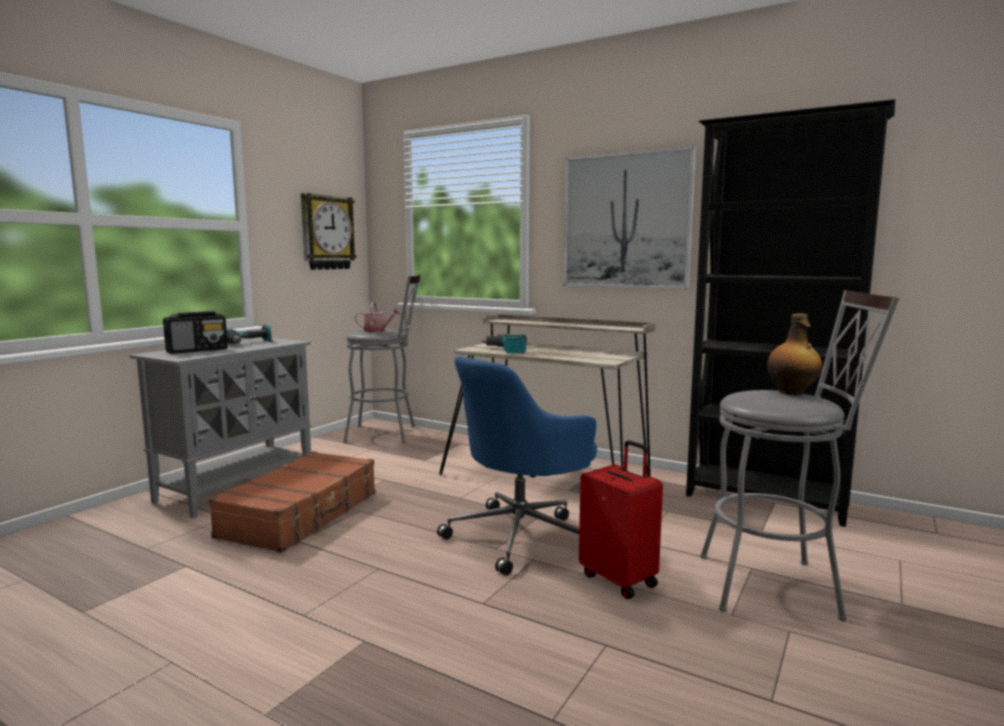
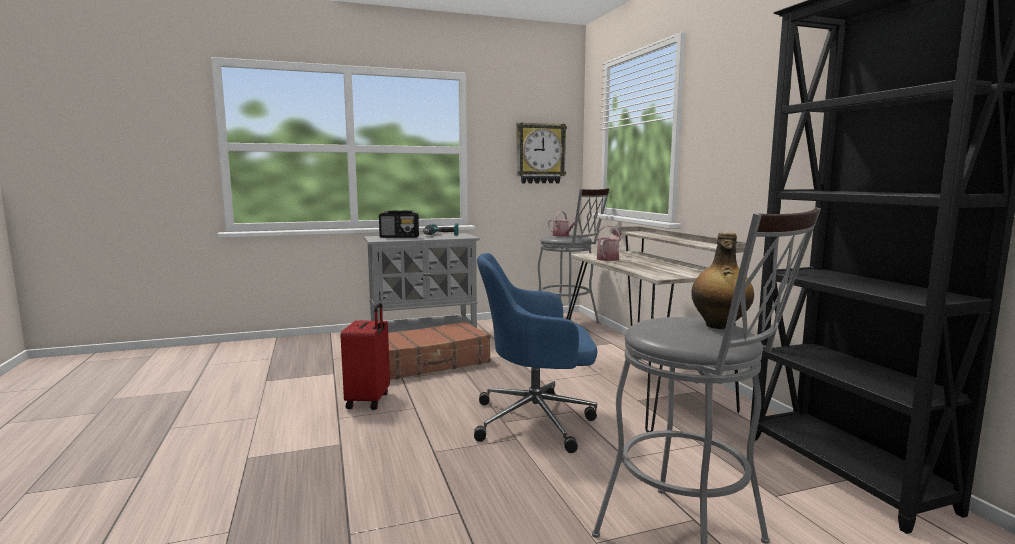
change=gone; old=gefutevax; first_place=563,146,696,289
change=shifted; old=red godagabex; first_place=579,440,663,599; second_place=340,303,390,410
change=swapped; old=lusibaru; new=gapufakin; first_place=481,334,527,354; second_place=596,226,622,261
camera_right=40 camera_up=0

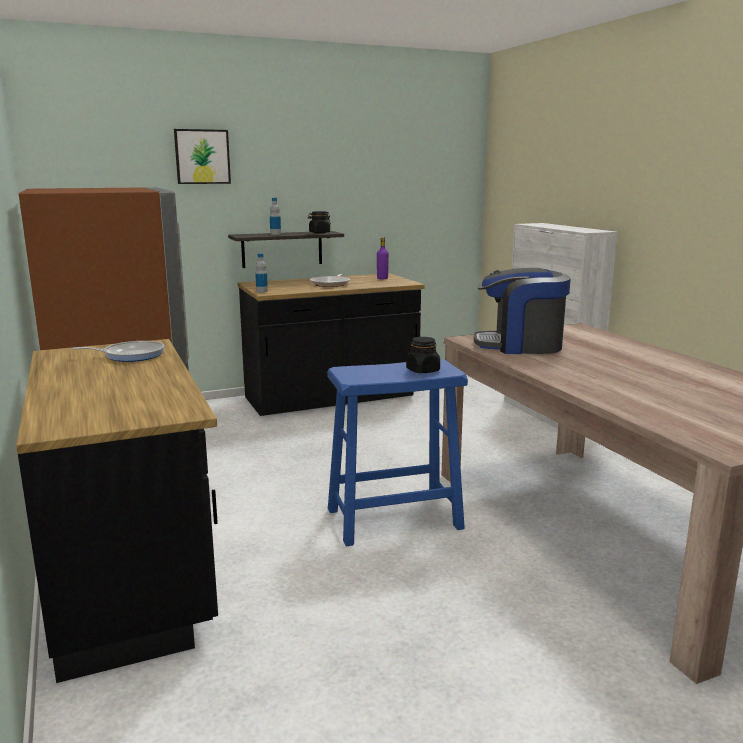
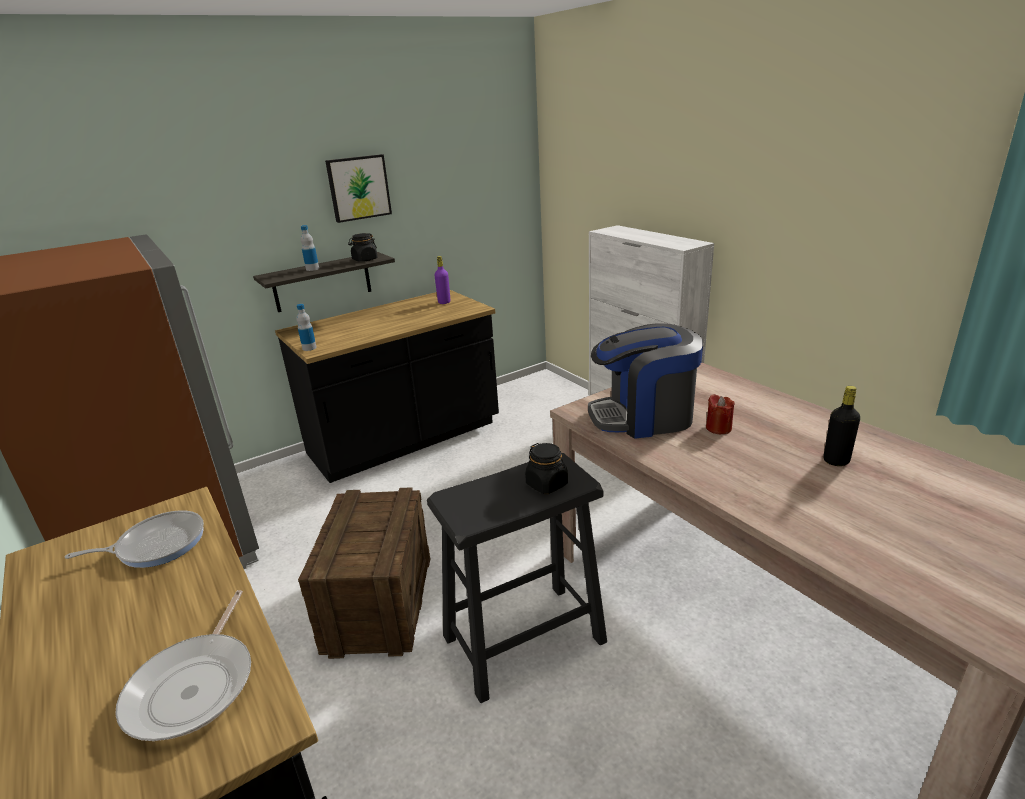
change=new; new=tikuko; second_place=298,487,431,659
change=new; new=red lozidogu; second_place=706,394,735,434
change=new; new=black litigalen; second_place=824,386,860,466
change=shifted; old=gefutevax; first_place=174,129,231,184; second_place=325,154,392,223
change=shifted; old=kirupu; first_place=310,274,350,287; second_place=115,590,251,741
change=repainted; old=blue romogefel; new=black romogefel; first_place=327,359,468,546; second_place=427,453,607,703
camera_right=-10 camera_up=10

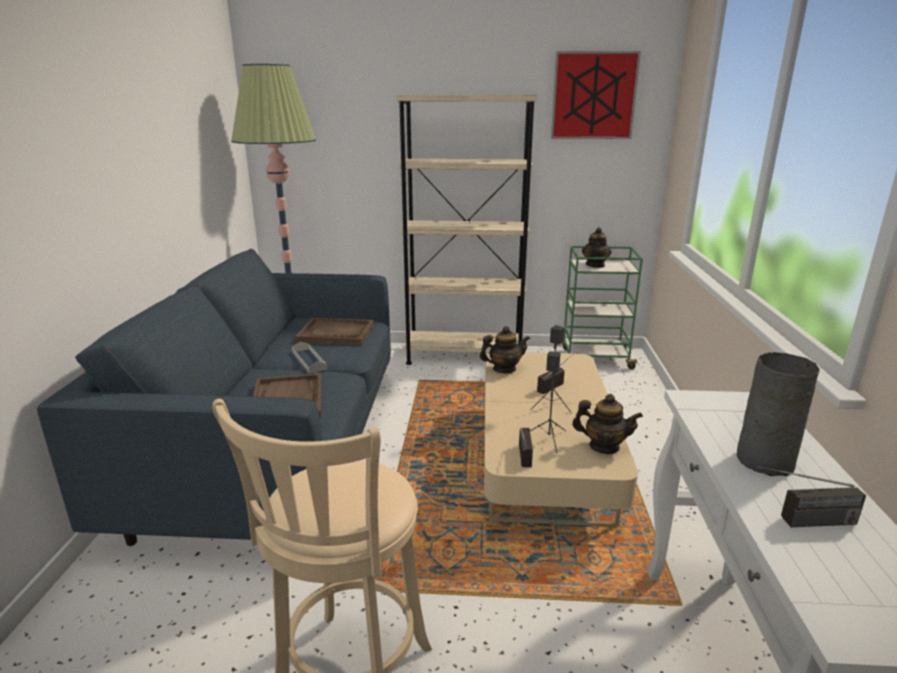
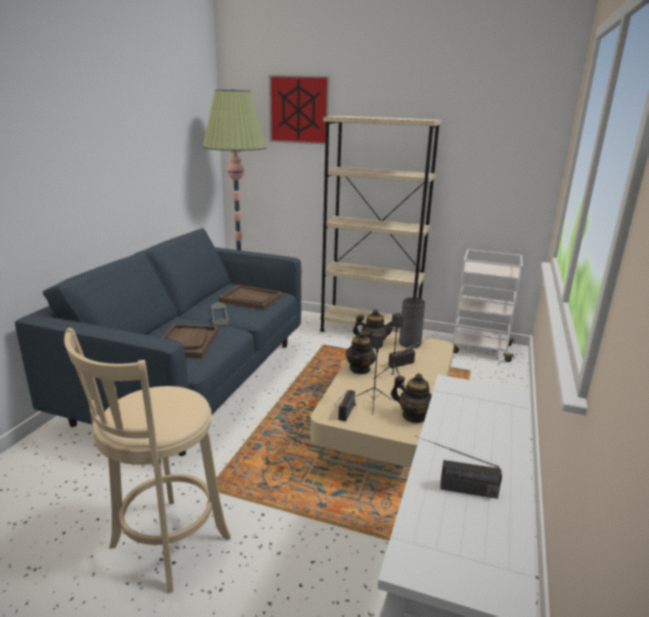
change=shifted; old=gefutevax; first_place=551,51,641,139; second_place=269,75,330,144
change=shifted; old=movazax; first_place=582,227,612,268; second_place=345,331,376,374
change=shifted; old=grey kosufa; first_place=737,352,820,476; second_place=399,297,425,348
change=repainted; old=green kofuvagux; new=white kofuvagux; first_place=562,246,643,369; second_place=453,249,522,362
camera_right=15 camera_up=0

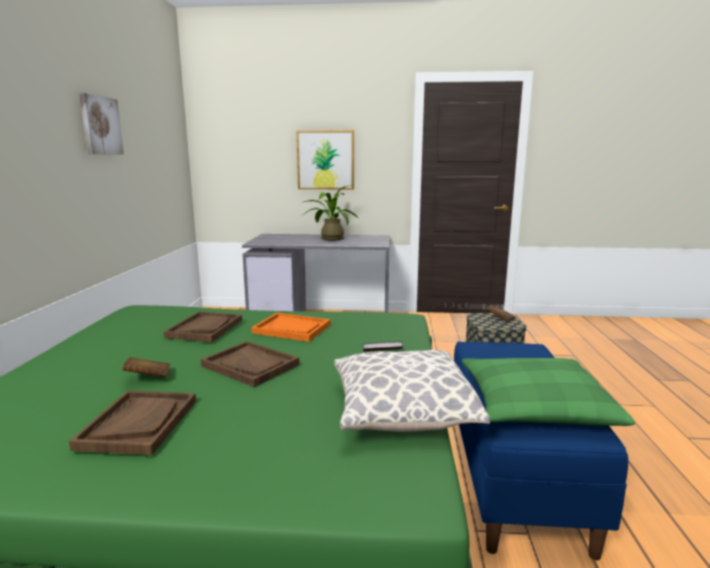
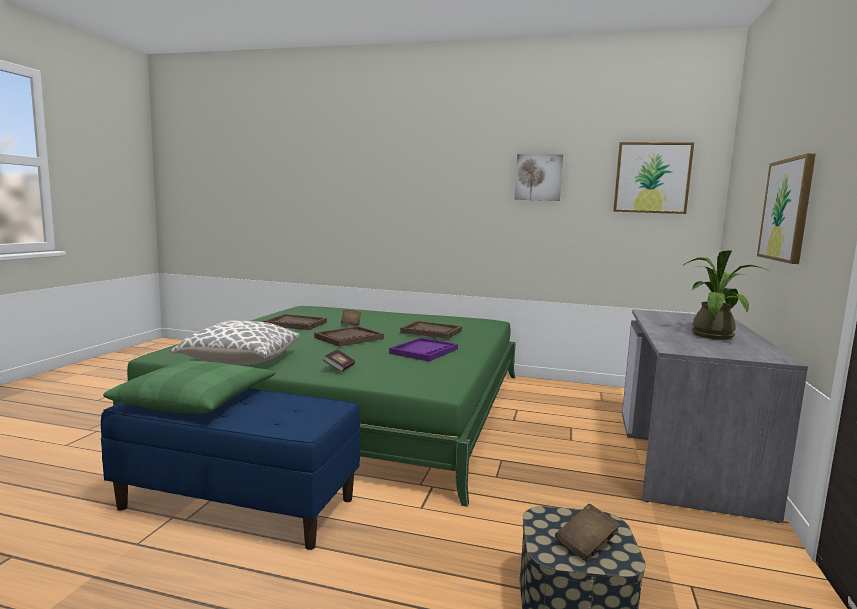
change=new; new=gefutevax; second_place=613,142,694,214
change=repainted; old=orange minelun; new=purple minelun; first_place=252,313,330,342; second_place=389,337,458,362
camera_right=100 camera_up=-5

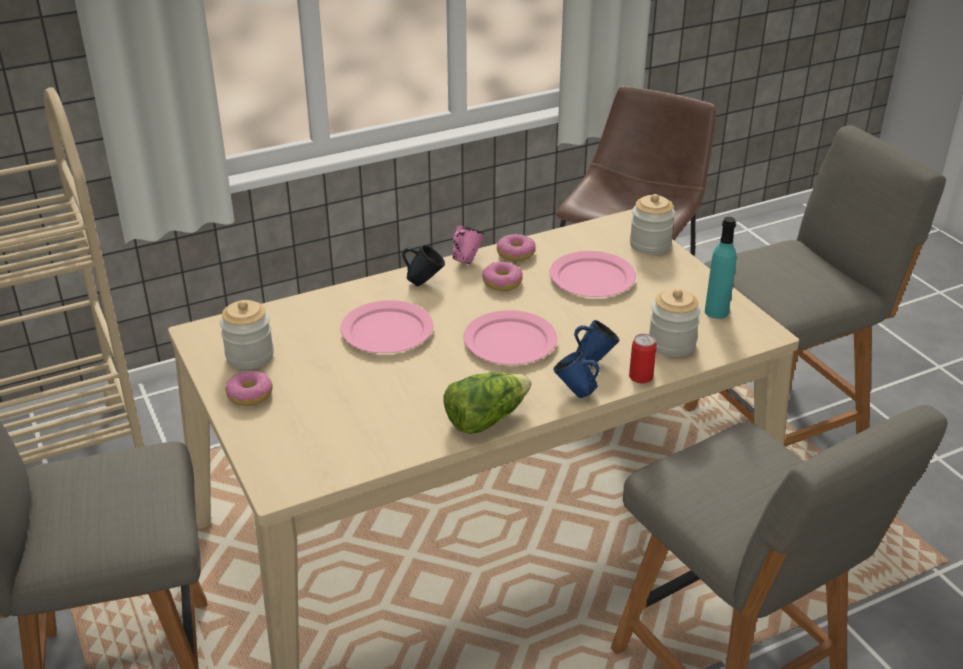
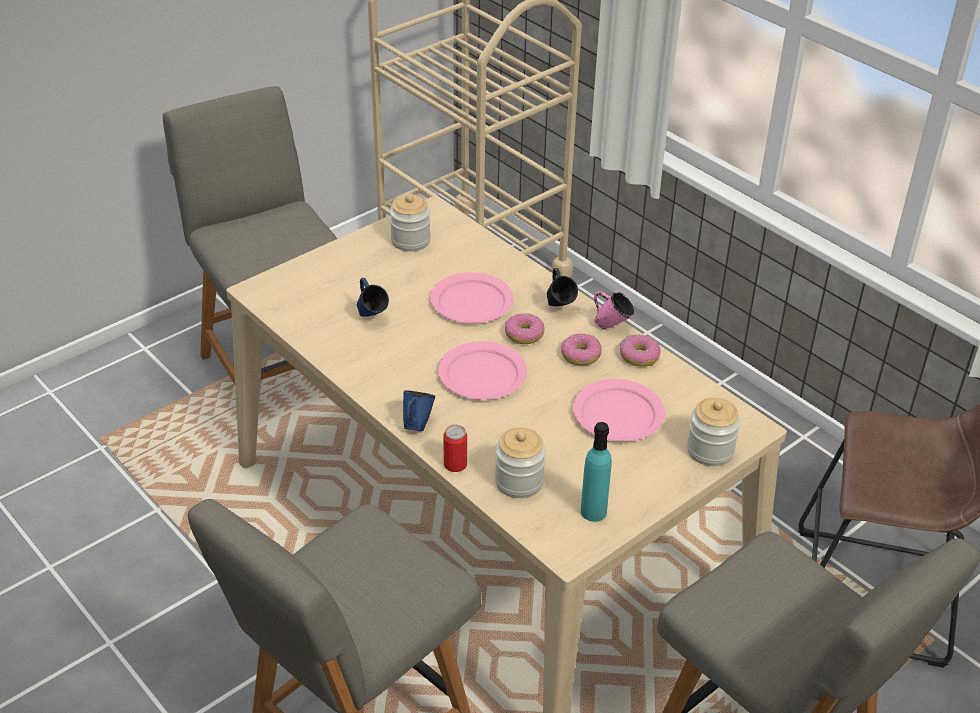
change=gone; old=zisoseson; first_place=443,372,531,434
change=shifted; old=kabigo; first_place=225,371,272,406; second_place=505,313,545,344
change=shifted; old=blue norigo; first_place=574,320,620,366; second_place=357,278,389,317
camera_right=75 camera_up=5

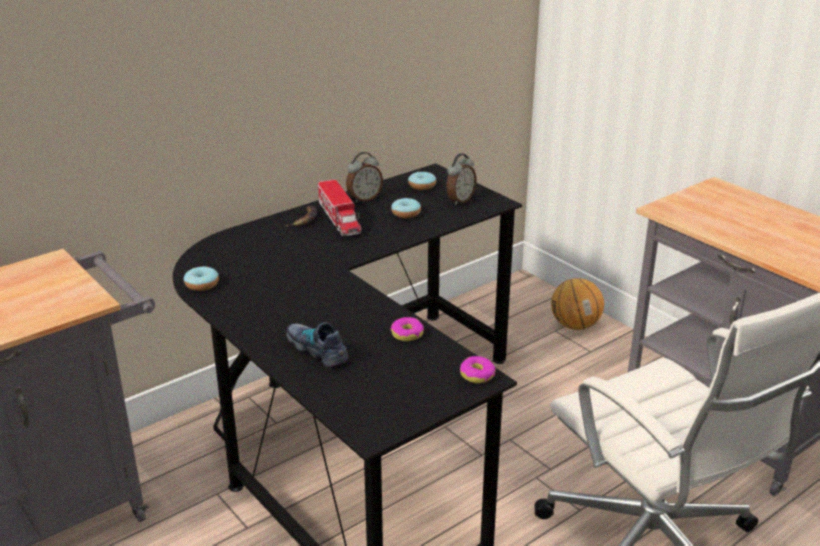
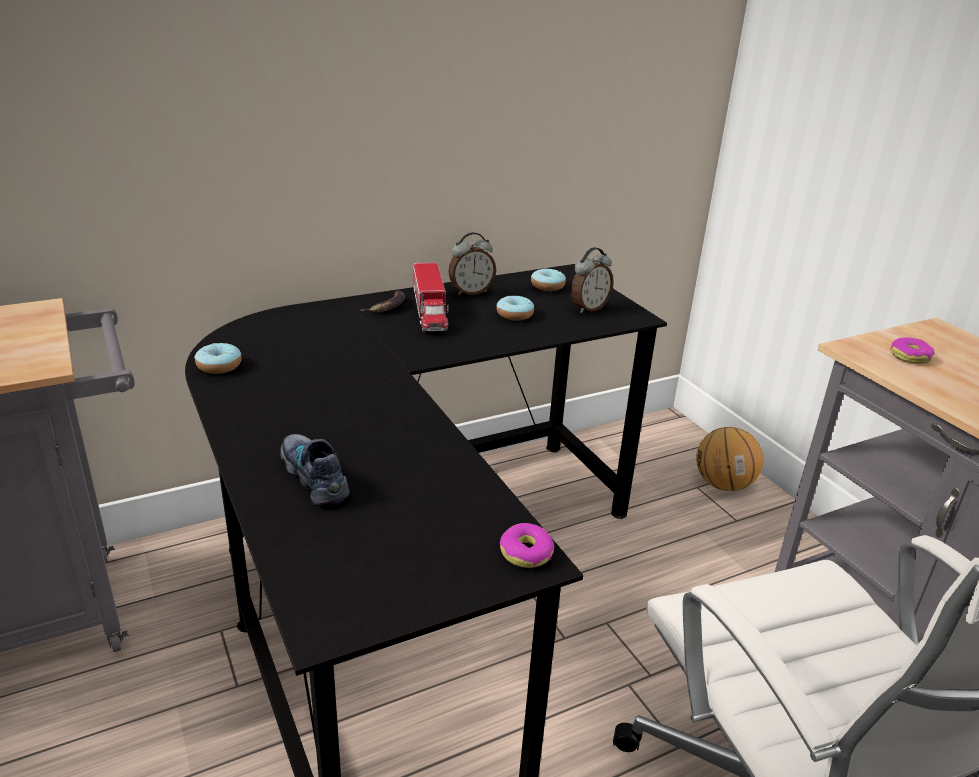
change=shifted; old=kabigo; first_place=391,317,424,341; second_place=890,337,935,364
camera_right=10 camera_up=0

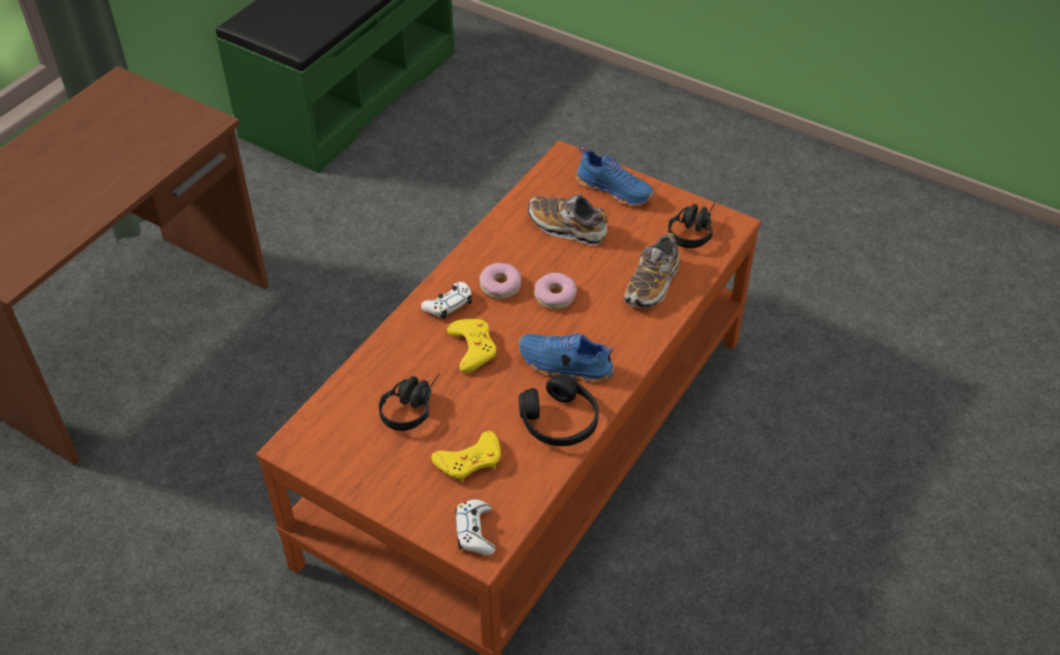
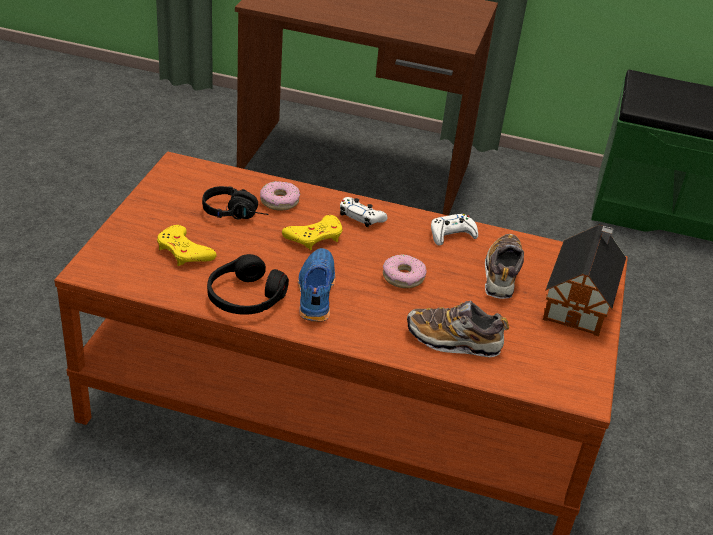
change=gone; old=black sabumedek; first_place=668,203,715,248
change=shifted; old=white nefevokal; first_place=455,499,495,555; second_place=431,214,478,245
change=shifted; old=kabigo; first_place=479,263,521,299; second_place=260,181,300,211
change=swapped; old=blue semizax; new=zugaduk; first_place=575,147,654,206; second_place=543,225,626,337
camera_right=70 camera_up=-10

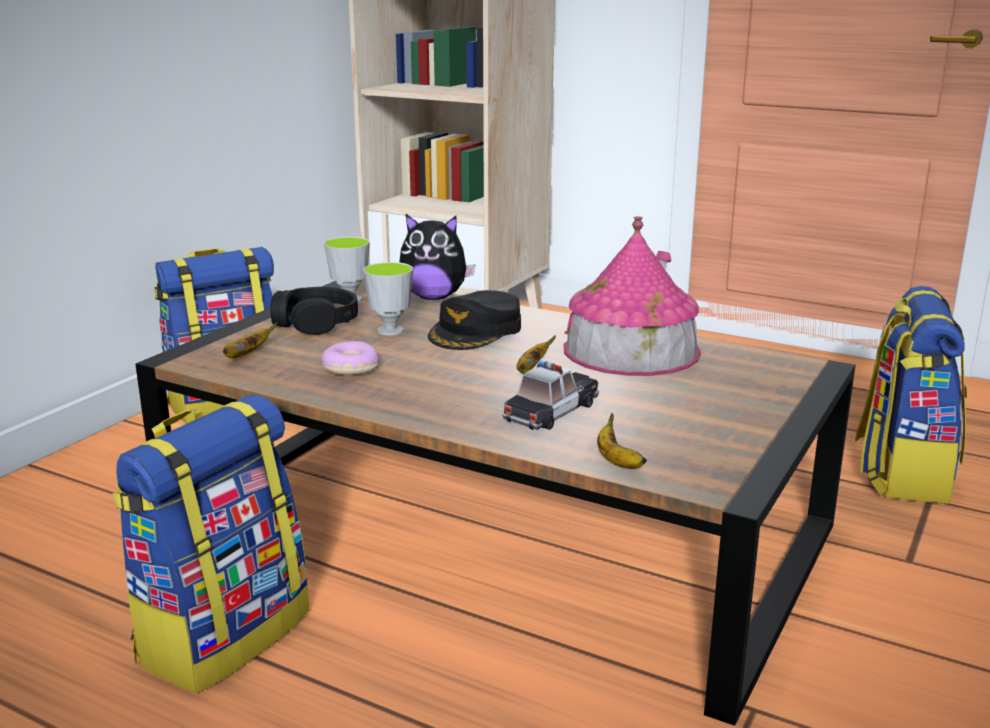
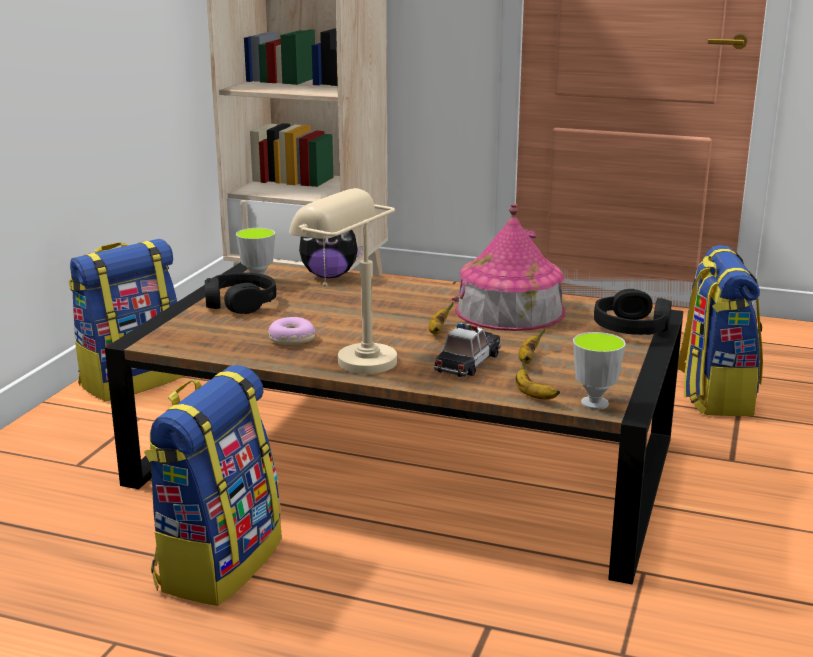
change=gone; old=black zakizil; first_place=428,290,521,350
change=new; new=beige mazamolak; second_place=289,188,397,374
change=new; new=black sabumedek; second_place=594,289,672,335
change=shifted; old=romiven; first_place=223,322,277,358; second_place=519,329,545,364
change=shifted; old=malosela; first_place=363,262,413,335; second_place=573,332,626,410
camera_right=-10 camera_up=0

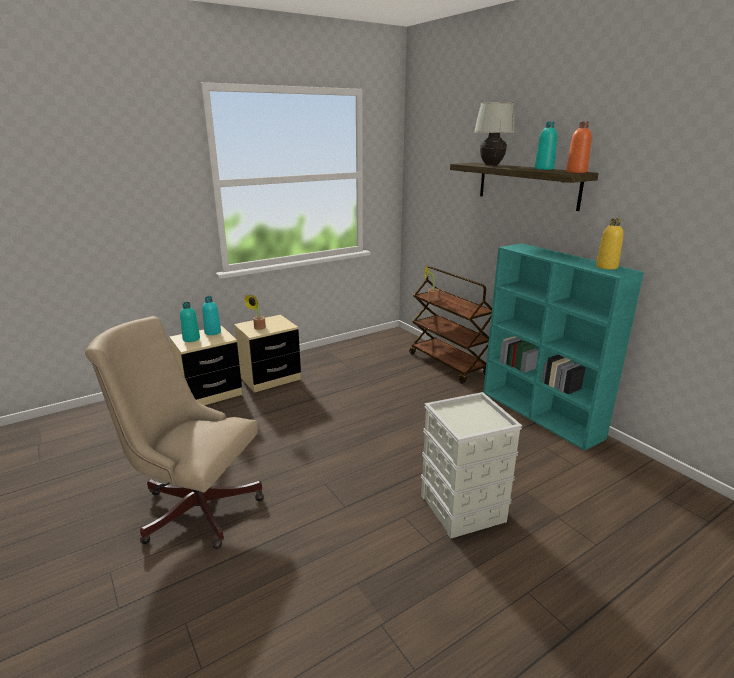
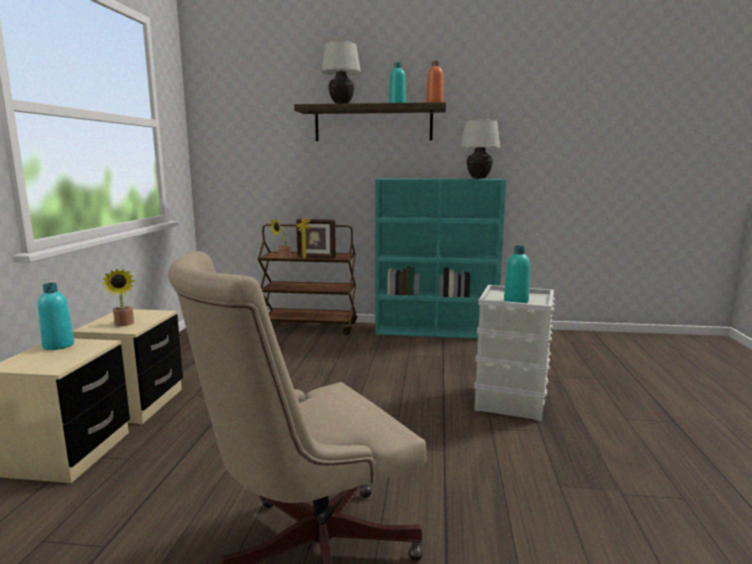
change=new; new=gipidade; second_place=296,218,336,259
change=shifted; old=turquoise litigalen; first_place=180,302,200,342; second_place=504,246,530,303
change=swapped; old=yellow litigalen; new=white mazamolak; first_place=596,218,624,270; second_place=460,119,501,179
camera_right=-50 camera_up=-10

